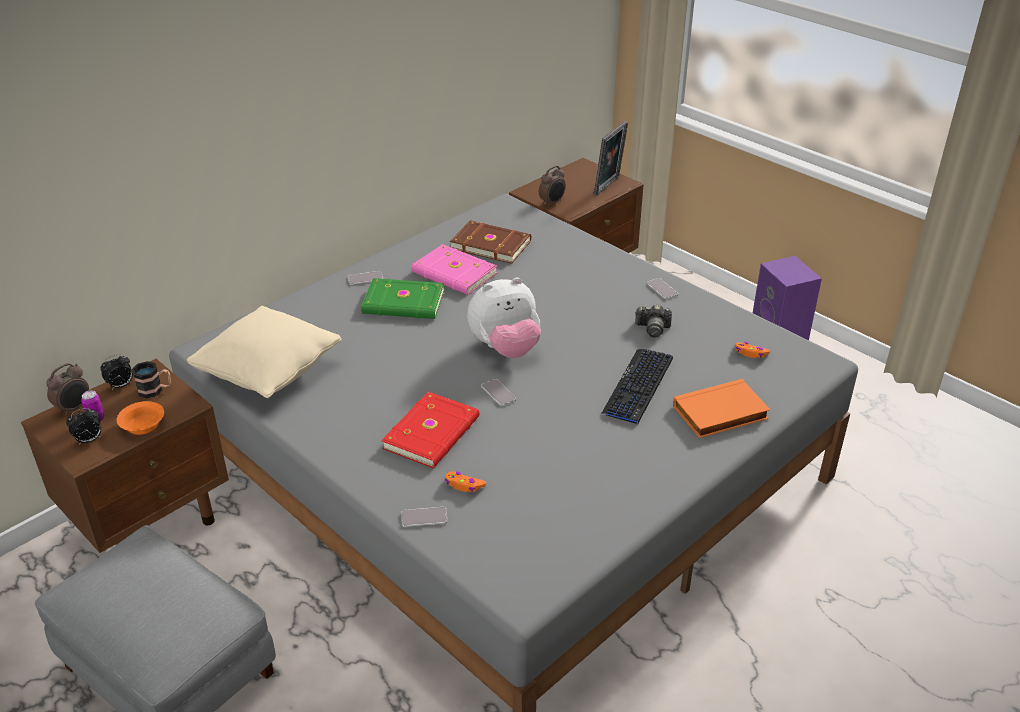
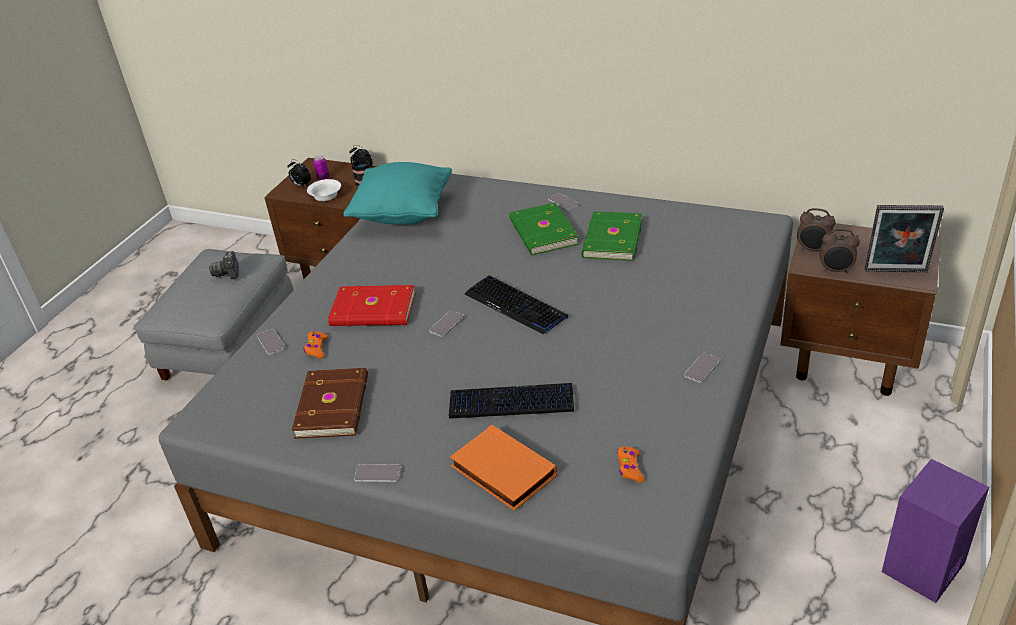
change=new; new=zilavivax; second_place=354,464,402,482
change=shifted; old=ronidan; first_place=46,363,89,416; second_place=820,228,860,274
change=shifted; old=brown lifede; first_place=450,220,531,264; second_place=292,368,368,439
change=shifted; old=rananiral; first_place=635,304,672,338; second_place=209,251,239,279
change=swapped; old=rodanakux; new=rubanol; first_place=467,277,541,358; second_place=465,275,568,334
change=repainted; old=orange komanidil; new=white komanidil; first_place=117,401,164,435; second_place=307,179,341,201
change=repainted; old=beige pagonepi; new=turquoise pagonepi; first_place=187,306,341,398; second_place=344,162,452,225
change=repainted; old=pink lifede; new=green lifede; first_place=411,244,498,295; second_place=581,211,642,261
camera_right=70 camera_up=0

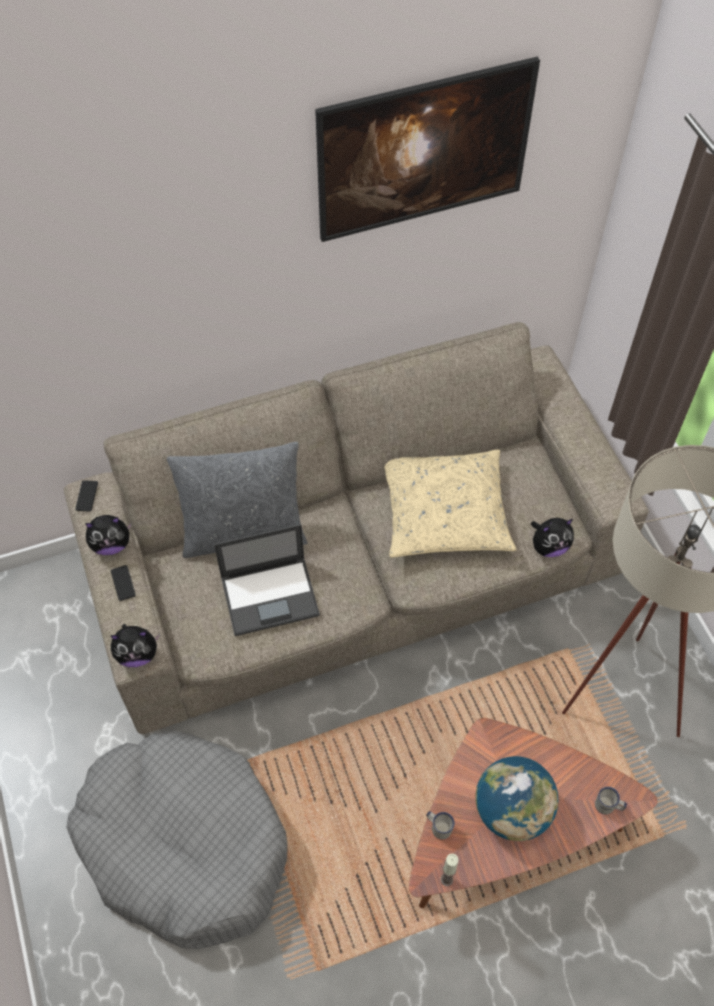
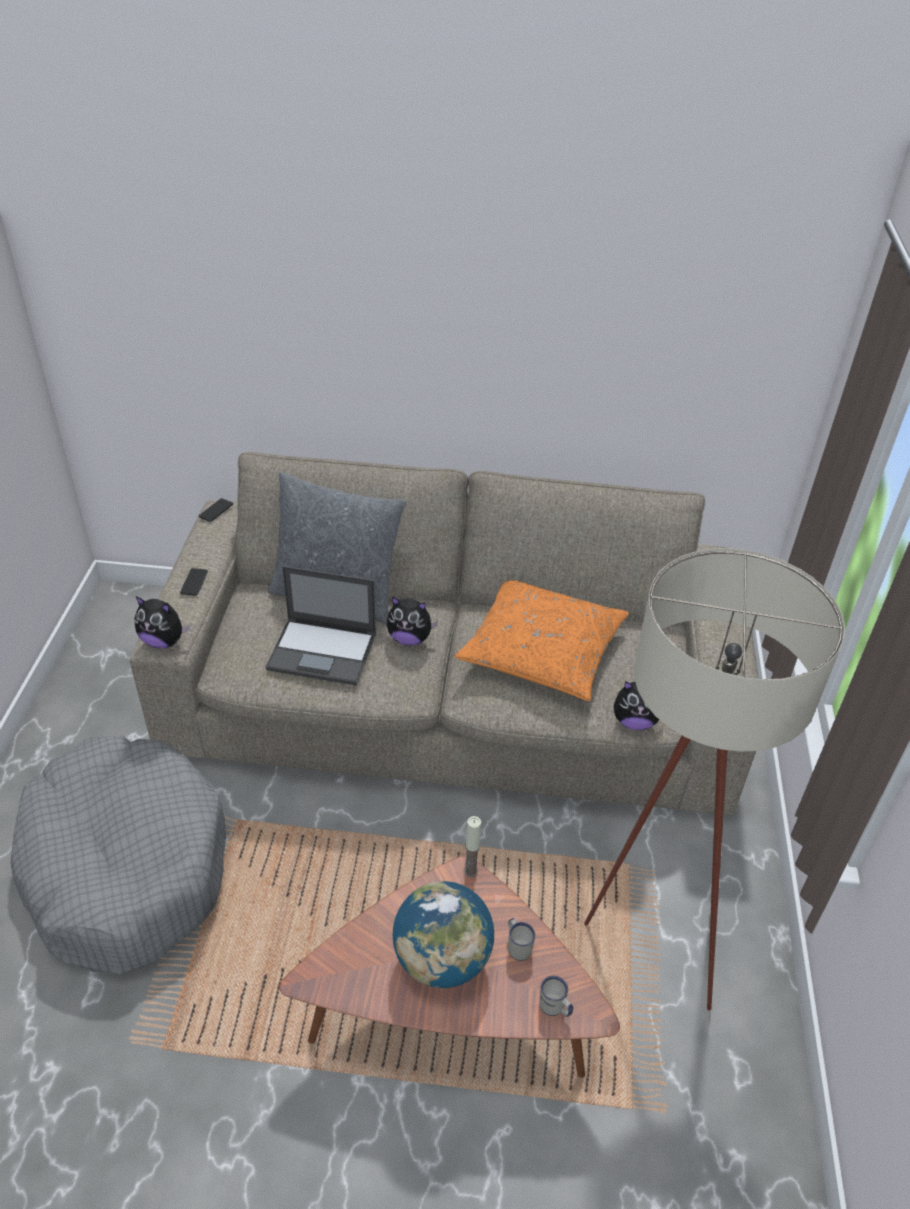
change=gone; old=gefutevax; first_place=315,57,540,242
change=shifted; old=rodanakux; first_place=85,515,132,555; second_place=387,597,438,646
change=shifted; old=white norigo; first_place=426,811,455,839; second_place=508,918,535,961
change=shifted; old=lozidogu; first_place=440,853,459,886; second_place=464,816,481,878
change=repainted; old=beige pagonepi; new=orange pagonepi; first_place=384,449,517,558; second_place=455,580,629,701
camera_right=25 camera_up=-15

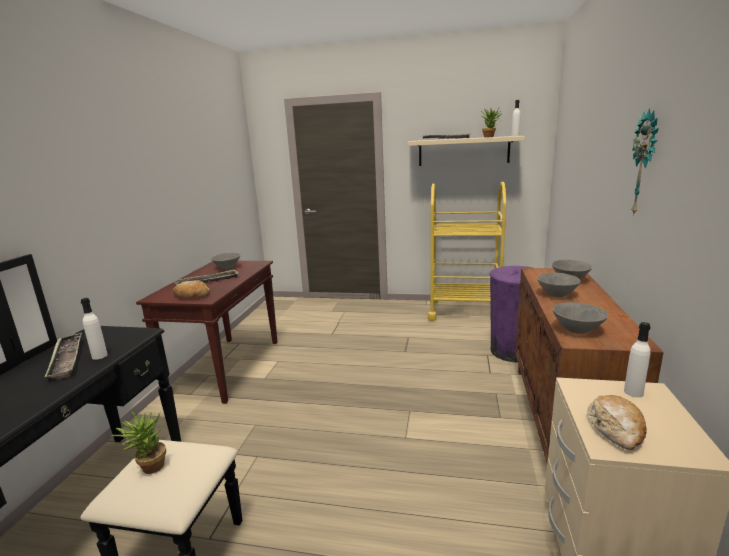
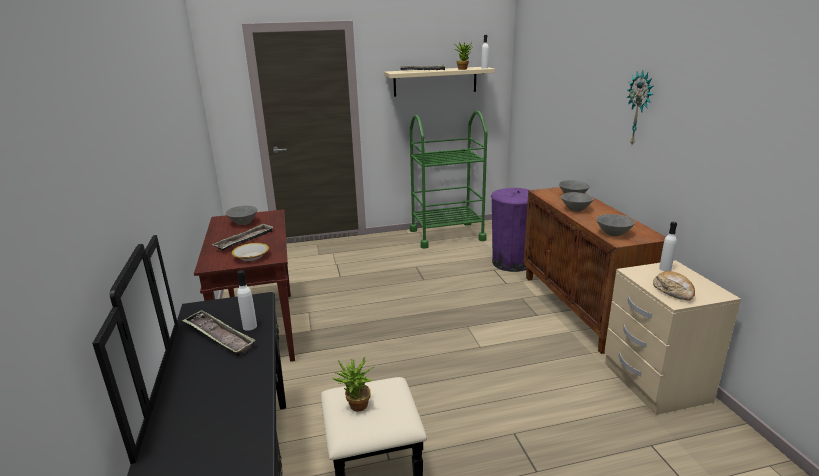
change=swapped; old=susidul; new=komanidil; first_place=173,281,210,298; second_place=232,243,269,261
change=repainted; old=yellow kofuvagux; new=green kofuvagux; first_place=428,182,507,321; second_place=410,111,487,248
camera_right=-25 camera_up=5

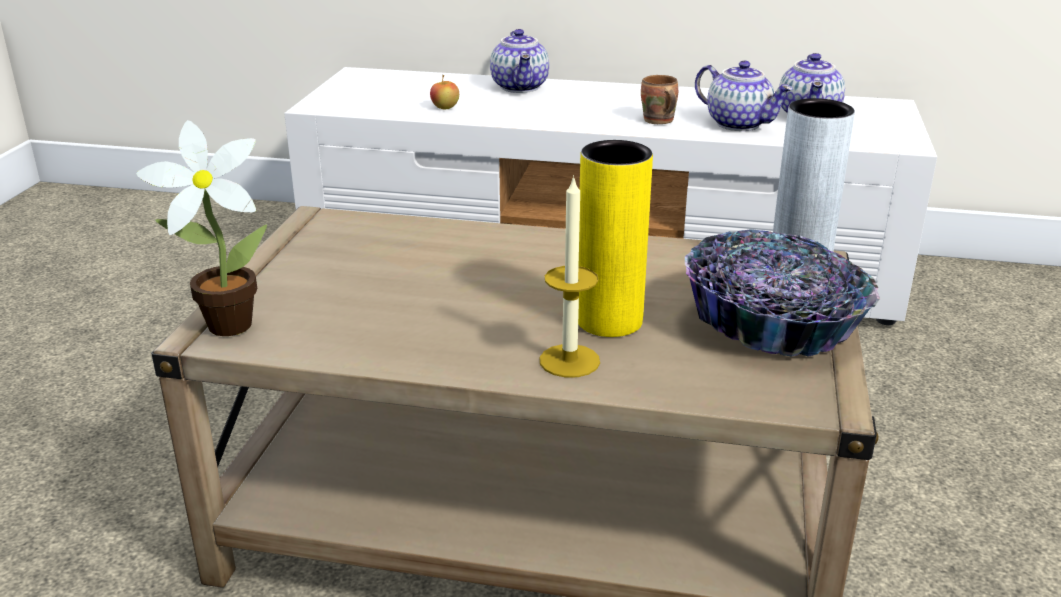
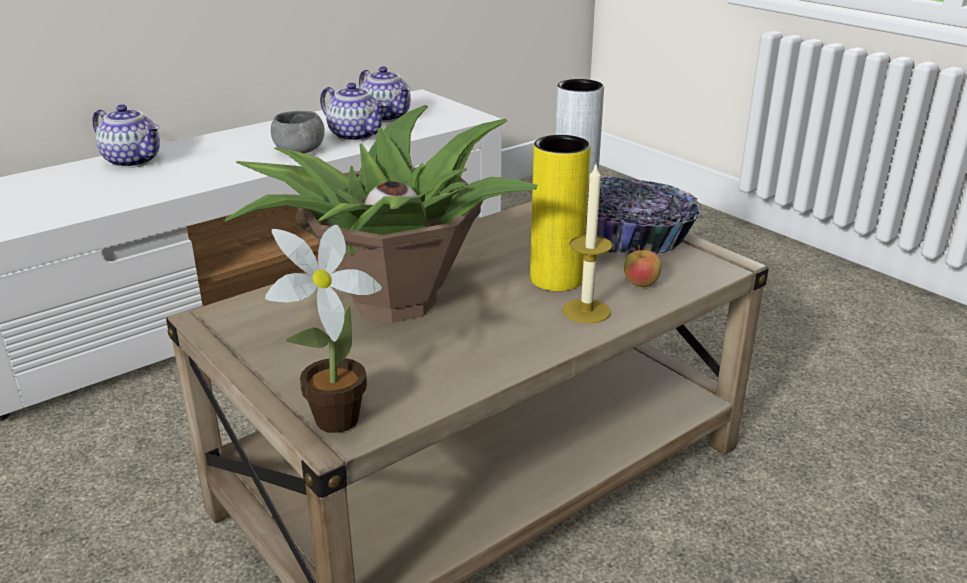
change=new; new=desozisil; second_place=224,105,537,323
change=shifted; old=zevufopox; first_place=430,75,459,109; second_place=624,245,662,287
change=swapped; old=brown norigo; new=grey komanidil; first_place=641,75,678,124; second_place=271,111,325,154
change=rotated; old=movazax; first_place=695,61,793,131; second_place=320,83,387,142; degrees=45
camera_right=-50 camera_up=0

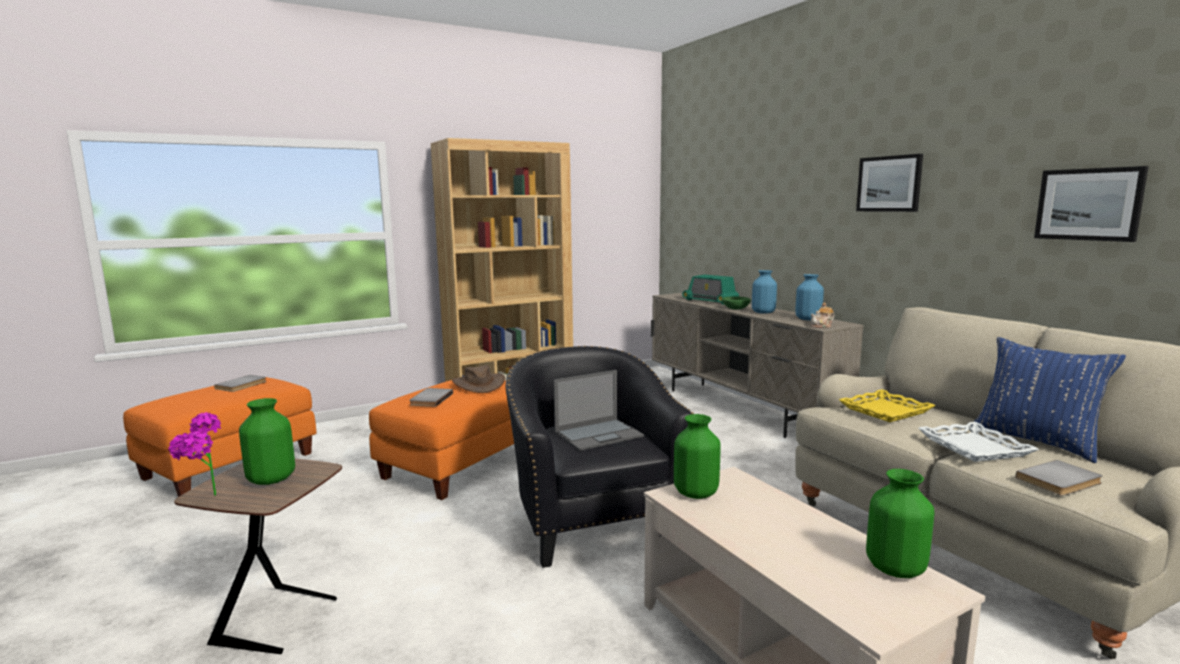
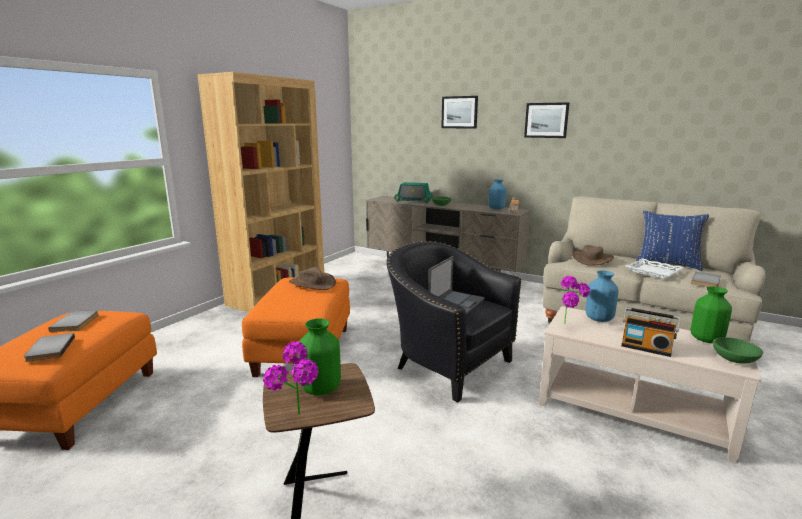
change=new; new=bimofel; second_place=621,307,680,357
change=new; new=green komanidil; second_place=713,337,763,363
change=shifted; old=grey lifede; first_place=409,388,453,407; second_place=23,333,75,362
change=shifted; old=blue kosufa; first_place=752,270,777,314; second_place=586,271,619,322
change=shifted; old=gefutevax; first_place=1034,166,1149,242; second_place=441,96,478,129
change=swapped; old=green kosufa; new=desozisil; first_place=674,414,721,499; second_place=561,276,590,324
change=swapped; old=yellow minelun; new=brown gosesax; first_place=839,389,936,422; second_place=572,245,614,266
camera_right=-30 camera_up=5

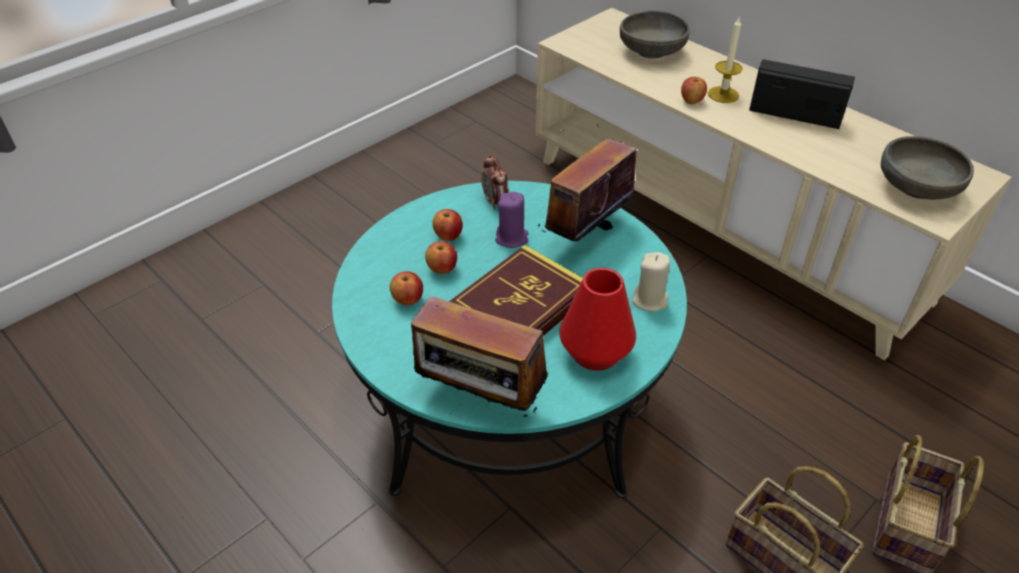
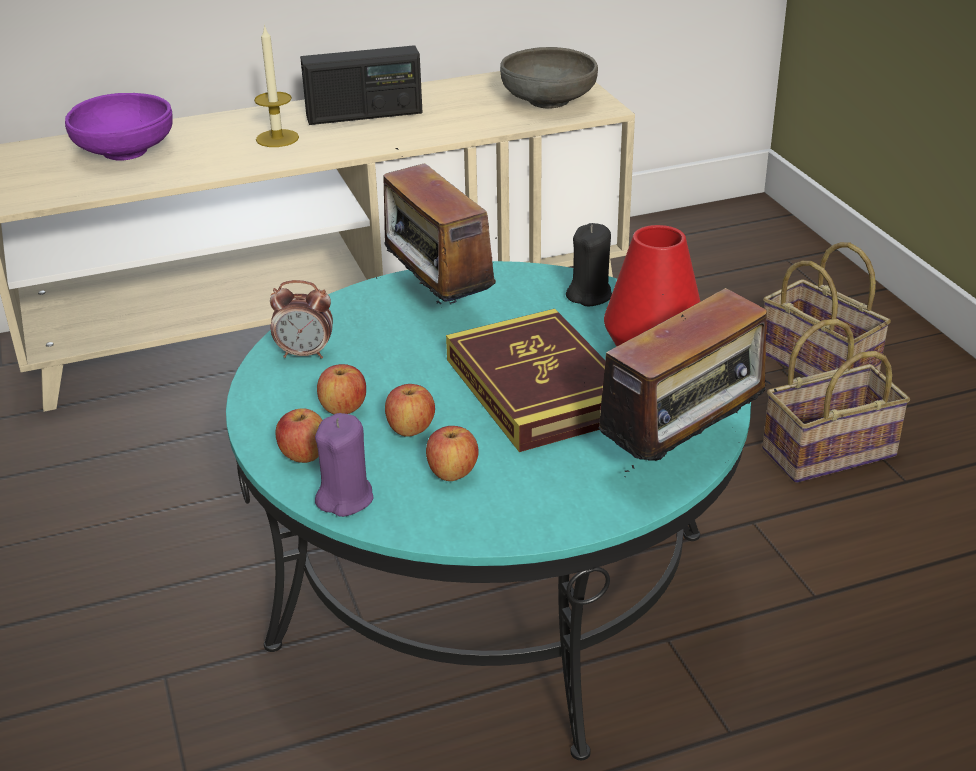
change=shifted; old=purple lozidogu; first_place=495,192,528,248; second_place=315,413,374,517
change=shifted; old=zevufopox; first_place=681,77,707,104; second_place=276,408,322,463
change=repainted; old=grey komanidil; new=purple komanidil; first_place=620,10,690,59; second_place=65,93,173,161
change=repainted; old=beige lozidogu; new=black lozidogu; first_place=632,252,670,312; second_place=566,223,612,306
change=rotated; old=bimofel; first_place=749,59,855,129; second_place=300,45,422,125; degrees=-150
camera_right=-65 camera_up=-10

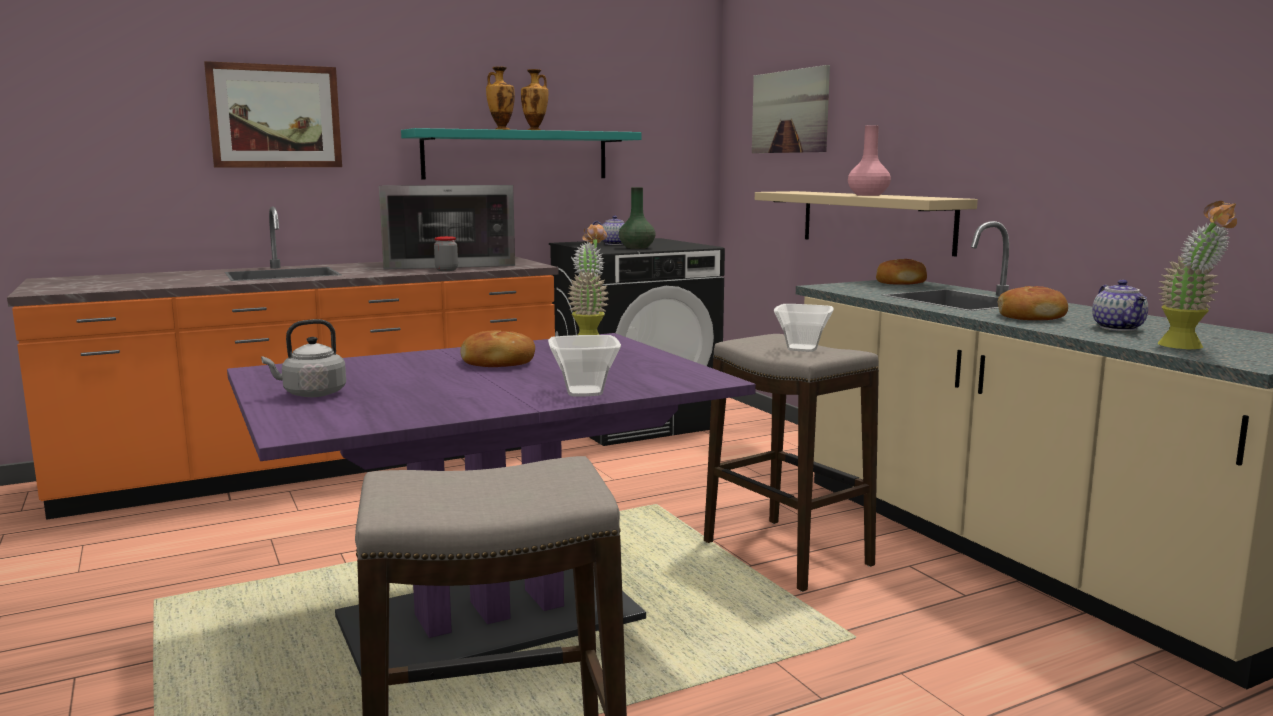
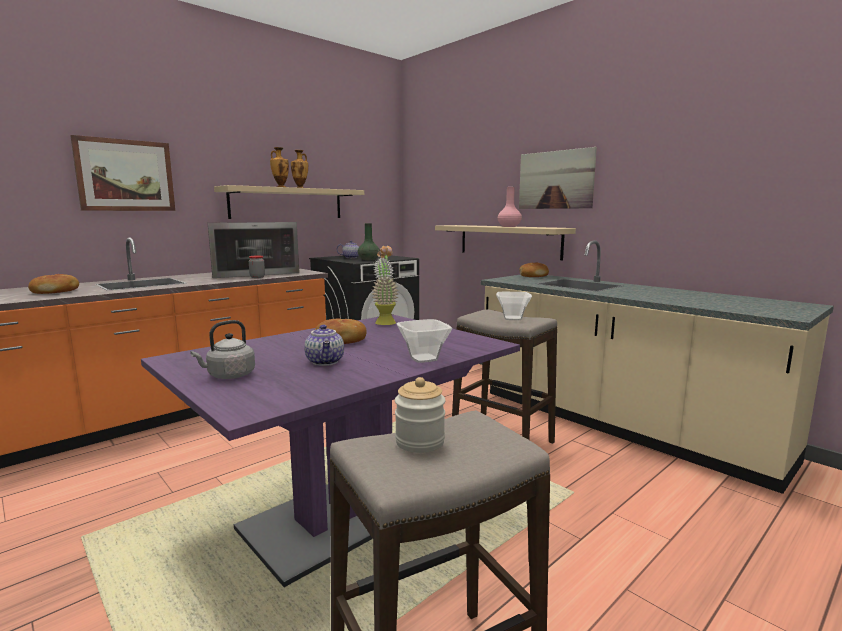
change=gone; old=desozisil; first_place=1158,201,1237,349
change=new; new=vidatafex; second_place=395,377,445,453
change=shifted; old=gefutevax; first_place=752,65,830,153; second_place=519,147,597,209
change=shifted; old=susidul; first_place=998,286,1068,320; second_place=28,274,79,294
change=shifted; old=movazax; first_place=1092,280,1148,331; second_place=304,325,344,366
change=repainted; old=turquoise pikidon; new=beige pikidon; first_place=401,128,642,180; second_place=214,185,364,219
camera_right=-15 camera_up=0

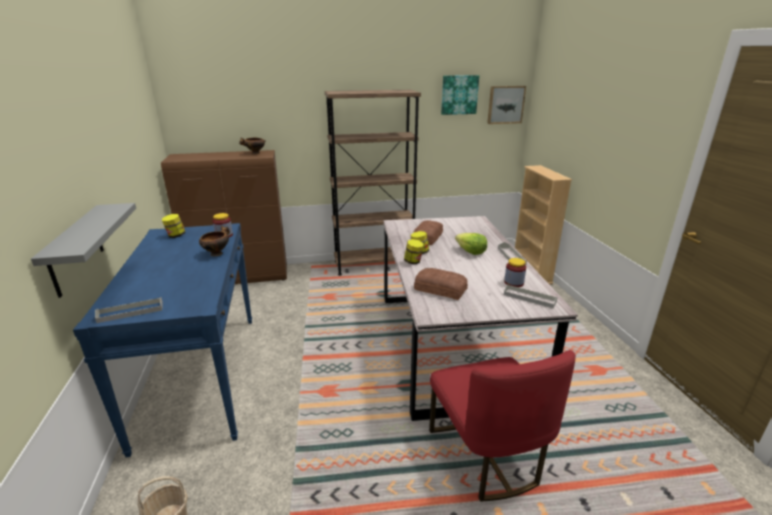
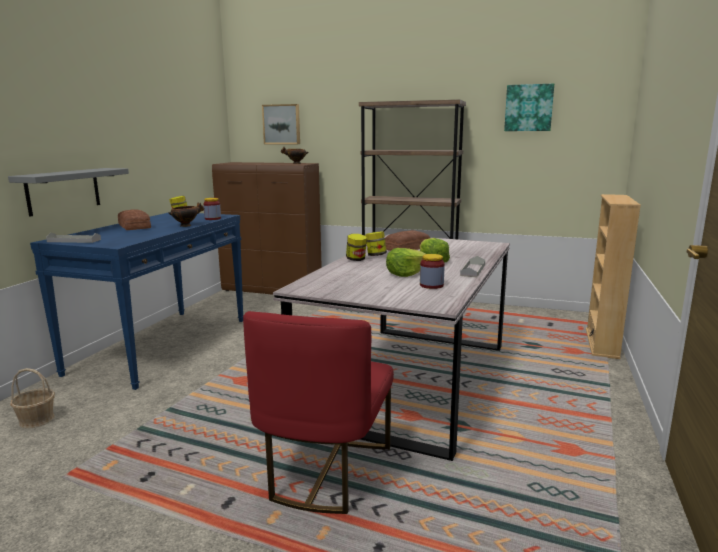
change=gone; old=grey minelun; first_place=504,284,558,308
change=new; new=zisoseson; second_place=386,248,425,277
change=shifted; old=susidul; first_place=414,268,468,300; second_place=118,209,151,230
change=shifted; old=gefutevax; first_place=487,86,526,124; second_place=262,104,300,144
camera_right=30 camera_up=-10

